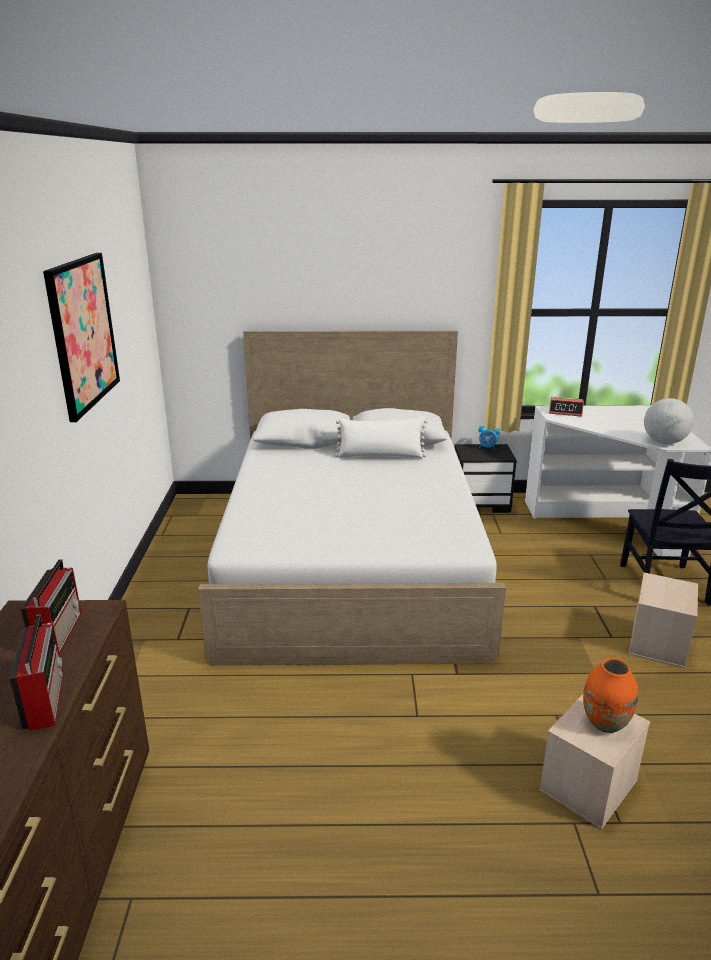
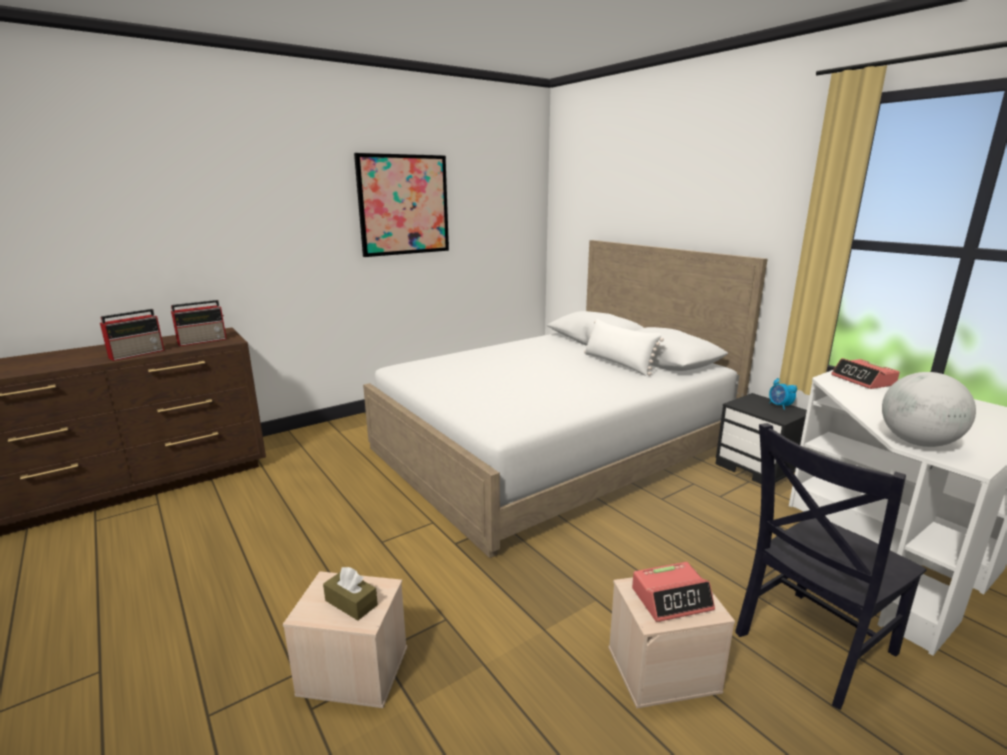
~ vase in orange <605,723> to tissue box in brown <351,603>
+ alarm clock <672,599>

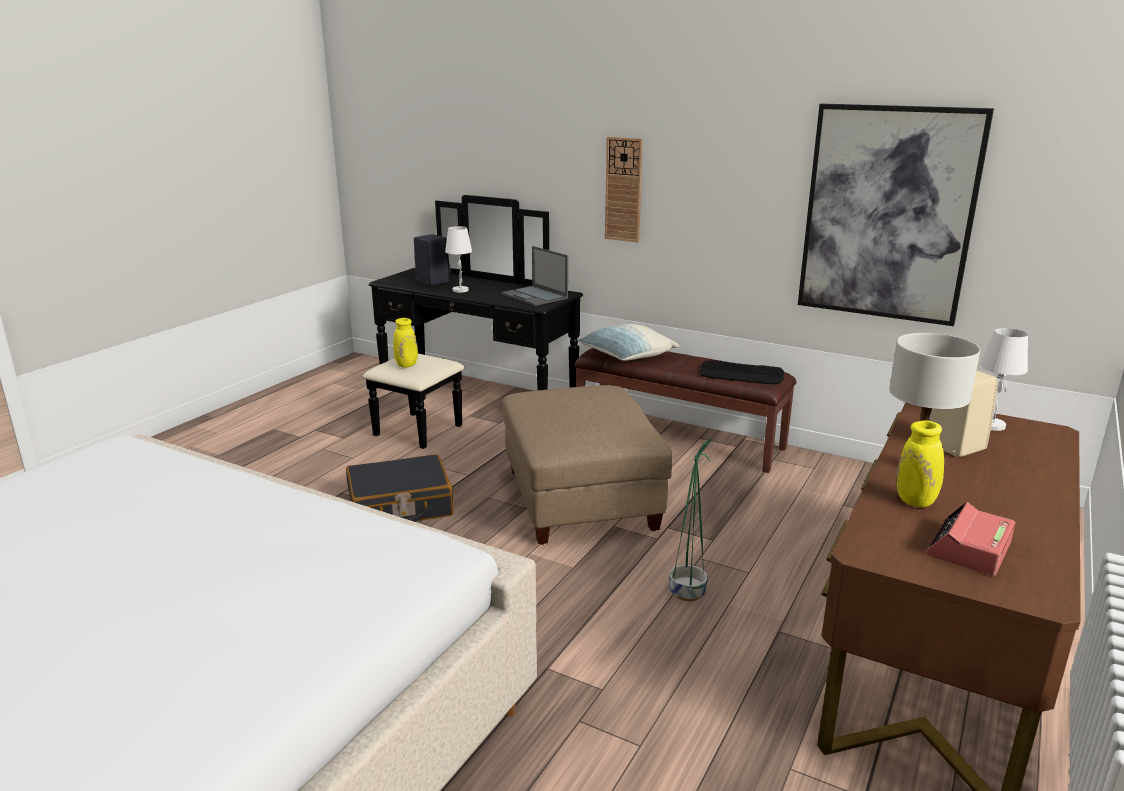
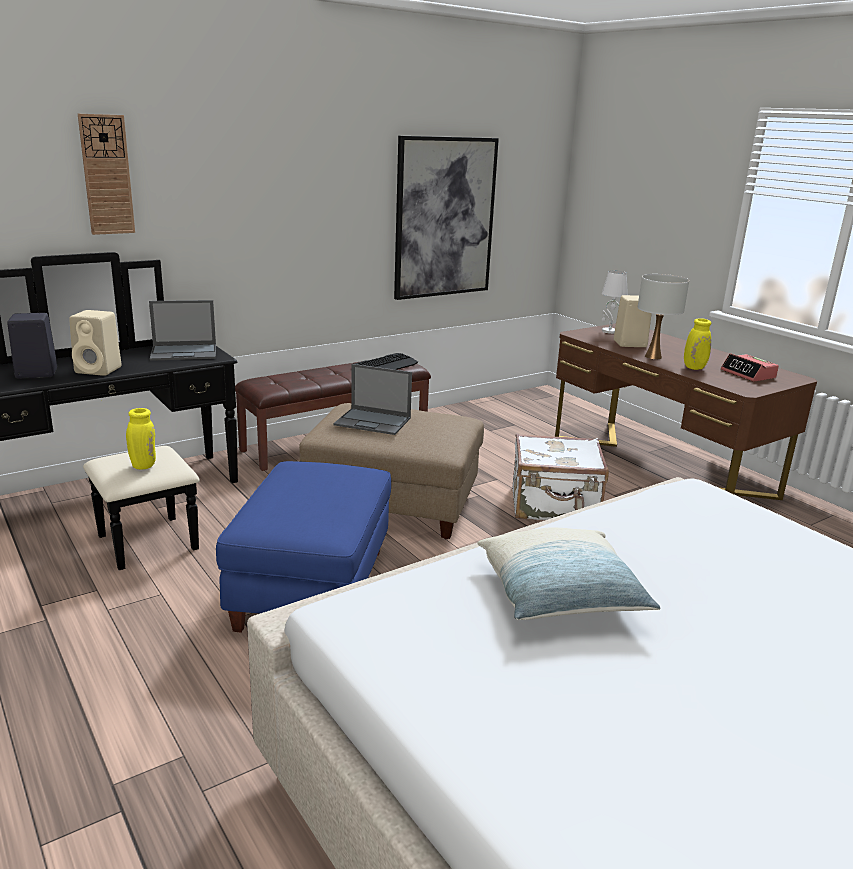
~ suitcase in black <400,506> to ottoman in blue <311,588>
~ table lamp in white <461,290> to speaker in beige <100,370>
~ pillow <626,356> to <561,596>
~ wall clock <623,189> to <107,175>
~ planter in green <688,592> to suitcase in white <554,506>
+ laptop <373,422>

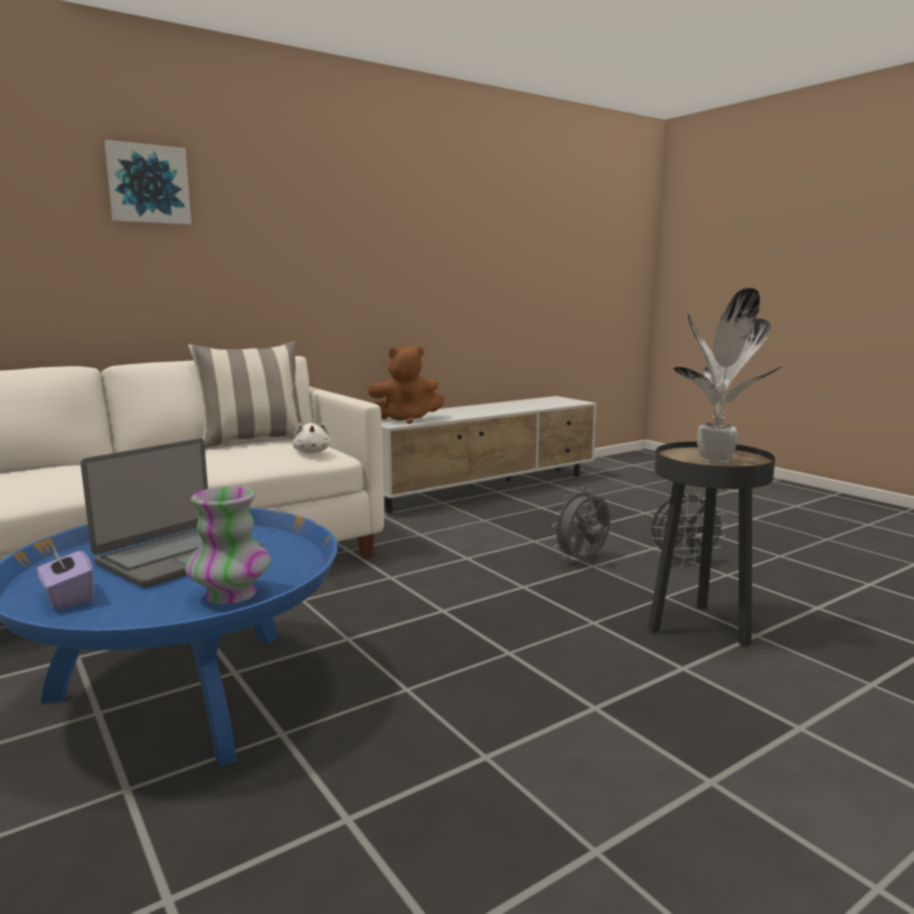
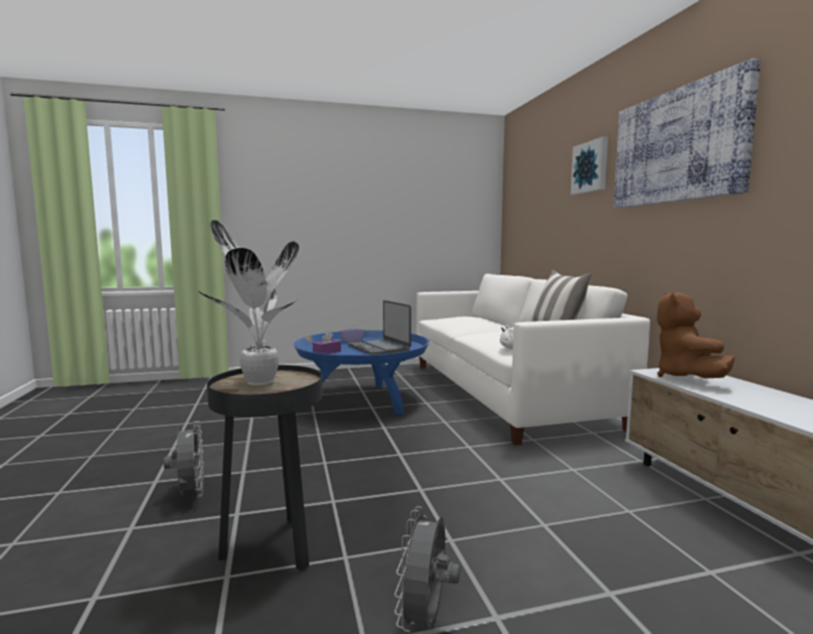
~ vase <230,595> to tissue box in purple <327,352>
~ fan in grey <582,561> to <190,494>
+ picture <679,146>

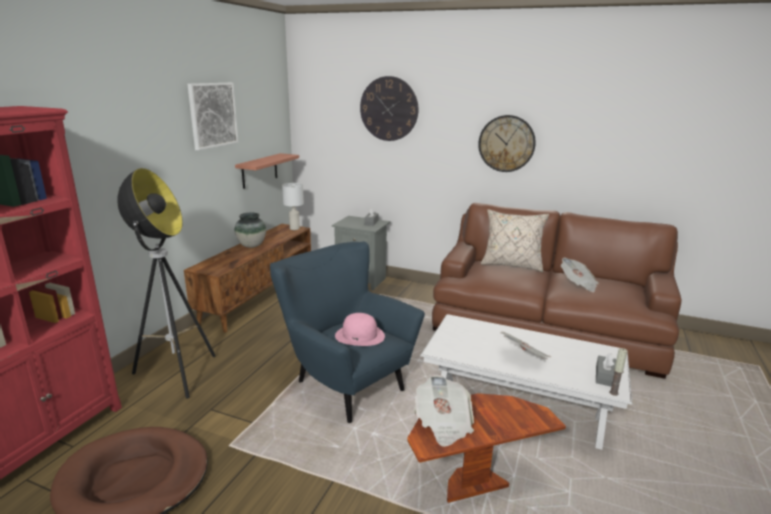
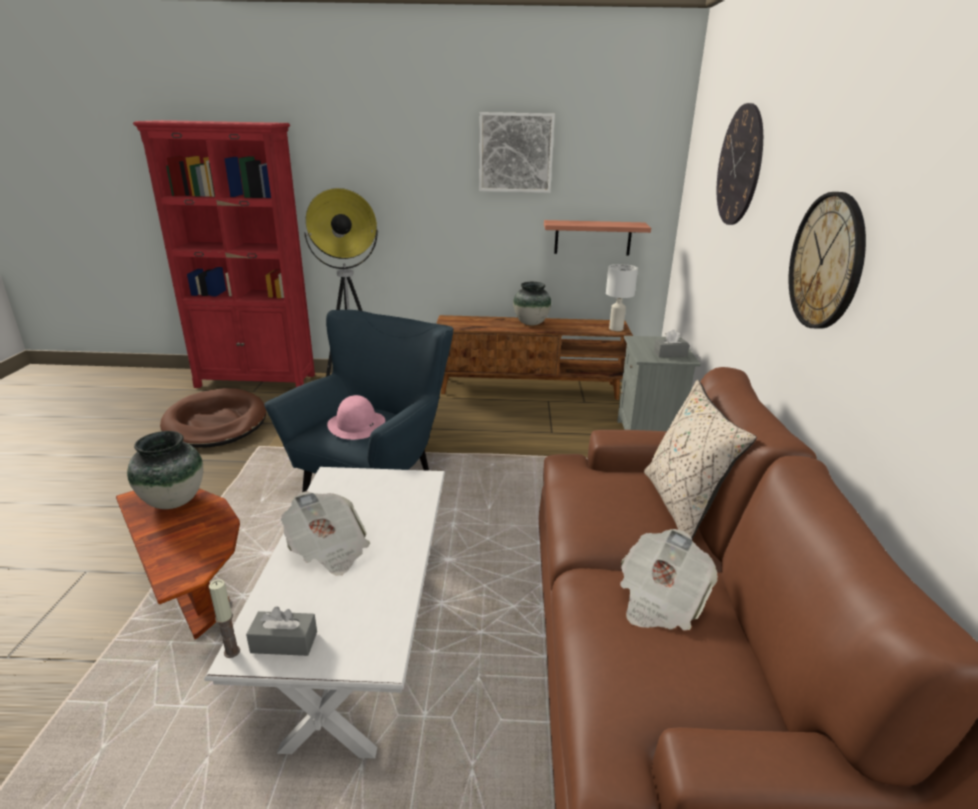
~ newspaper <443,424> to vase <173,501>

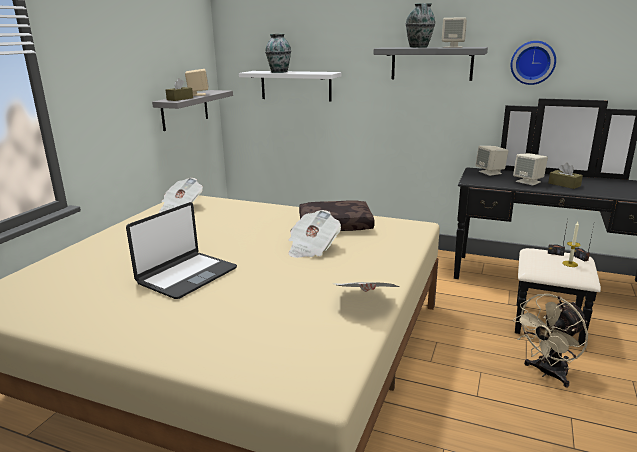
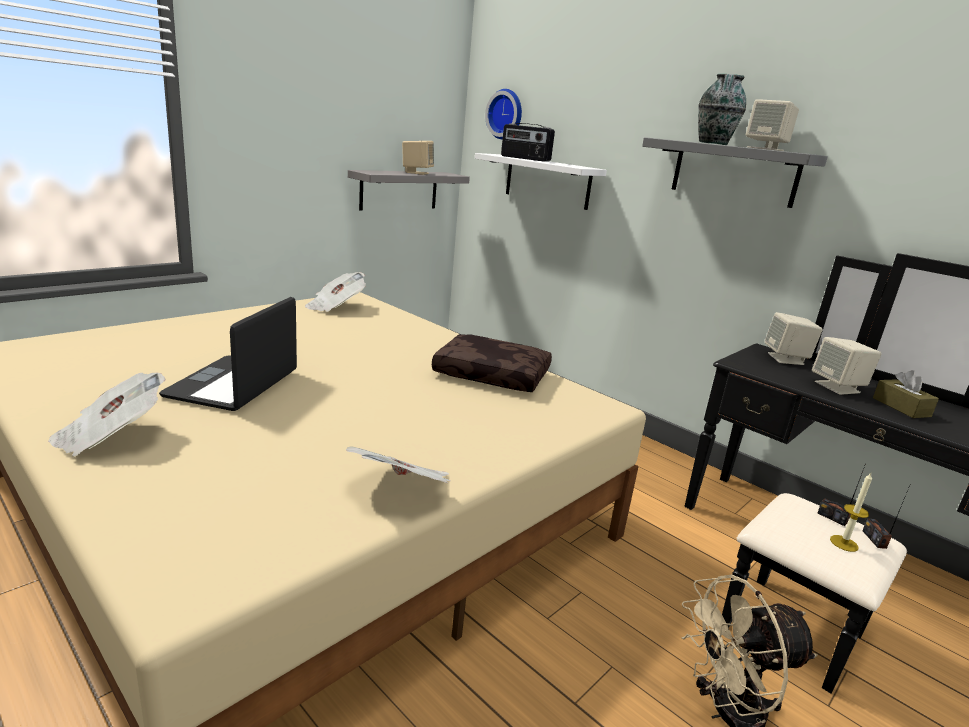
~ laptop <186,276> = <234,385> 135 degrees clockwise
- tissue box in brown <180,99>
~ vase <279,72> to radio <525,158>
~ newspaper <312,248> to <110,437>
~ wall clock <533,62> to <506,114>

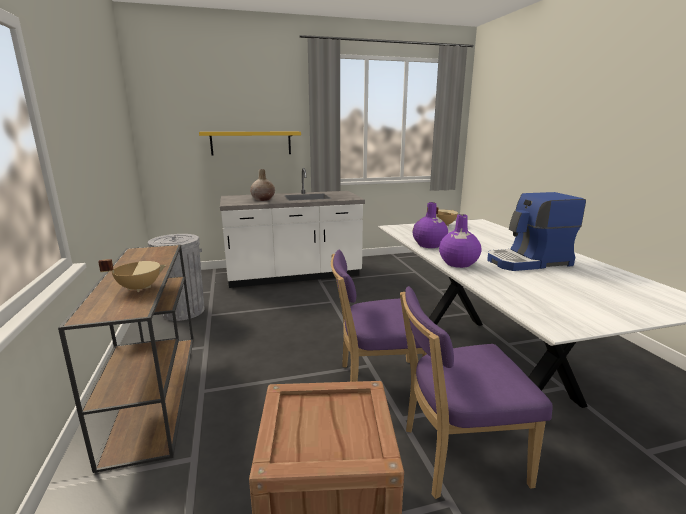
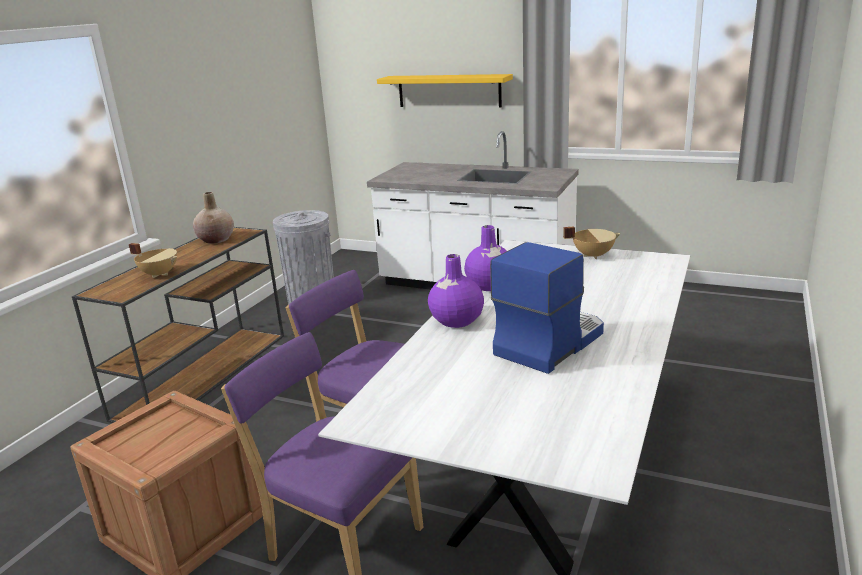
~ vase in beige <263,199> to <216,239>
~ coffee machine <529,262> = <549,343> 105 degrees clockwise

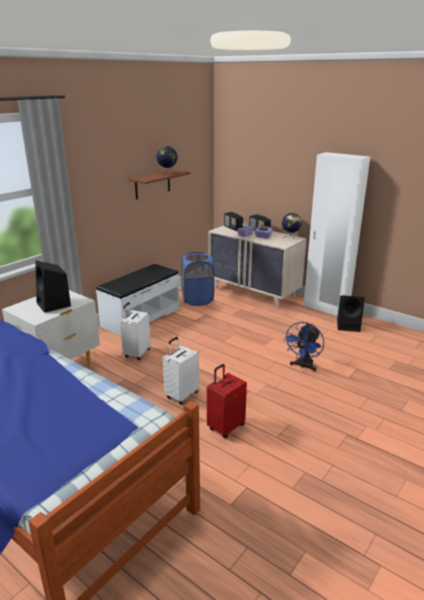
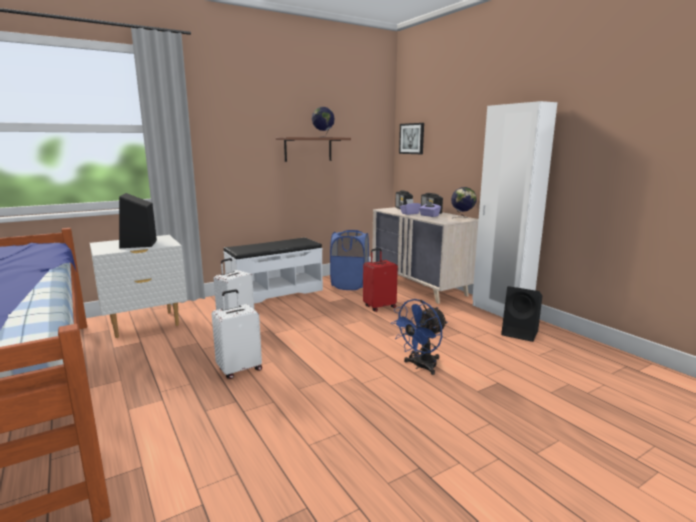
~ suitcase in red <225,427> to <379,307>
+ picture <412,138>

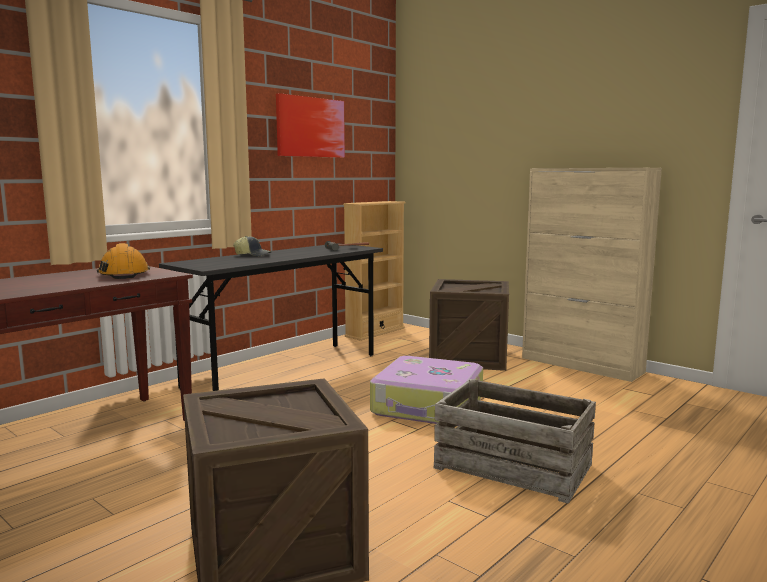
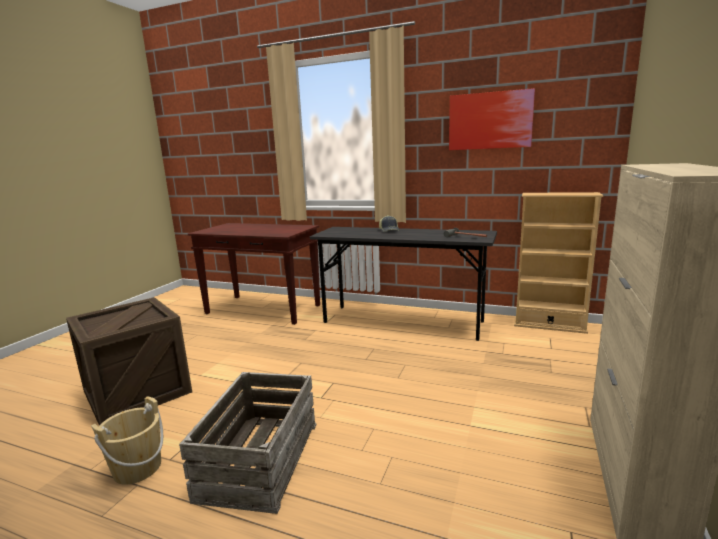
- hard hat in orange <124,274>
- suitcase <428,406>
- crate <469,357>
+ bucket in beige <137,468>

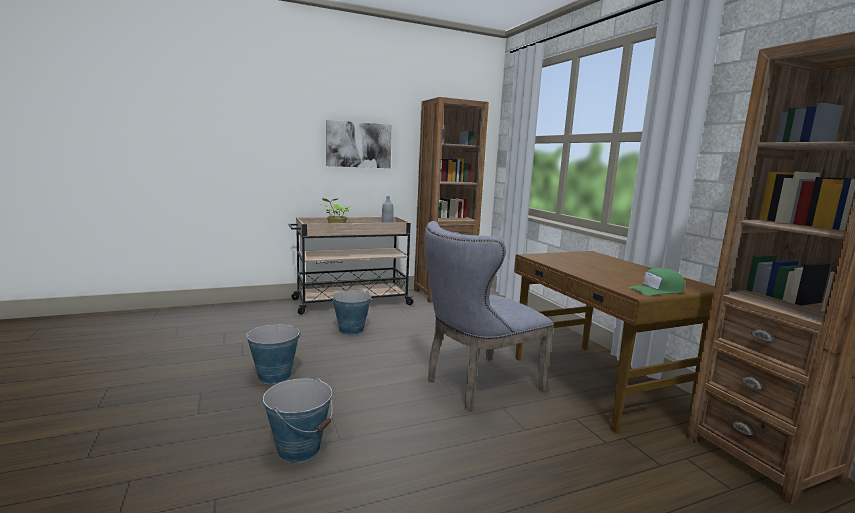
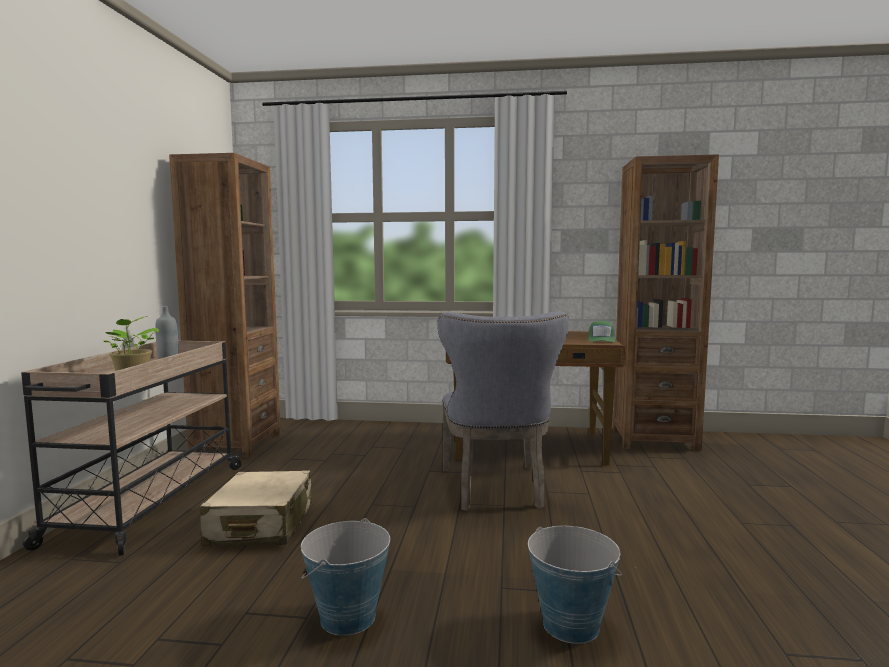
- picture <359,145>
~ bucket <351,330> to suitcase in beige <261,525>

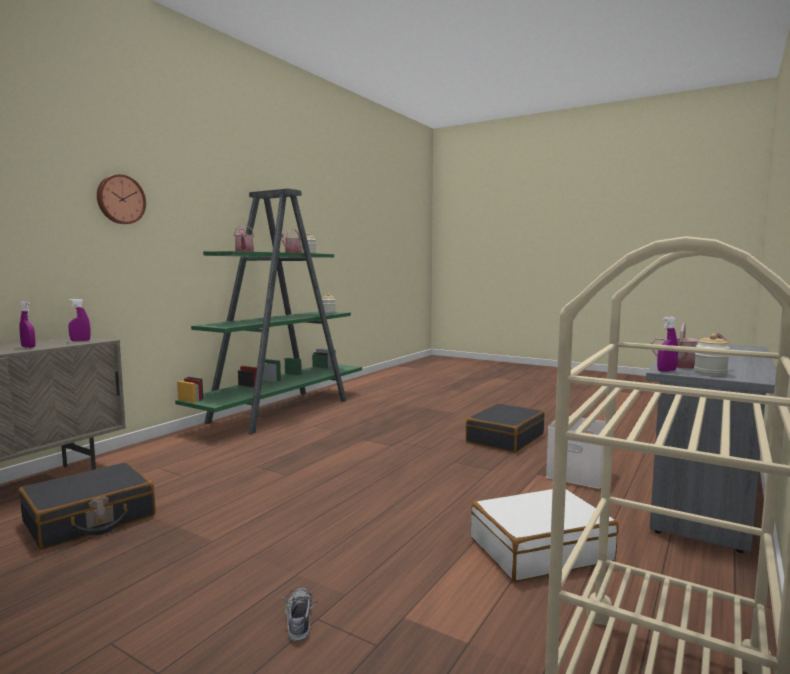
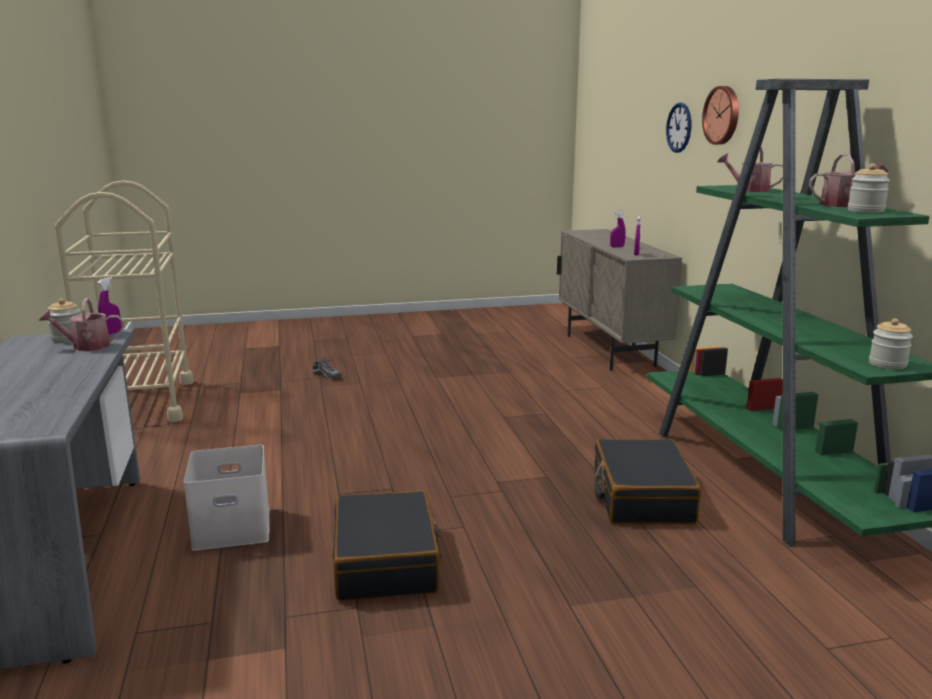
~ suitcase in black <90,519> to <641,497>
- suitcase in white <539,549>
+ wall clock <679,127>

